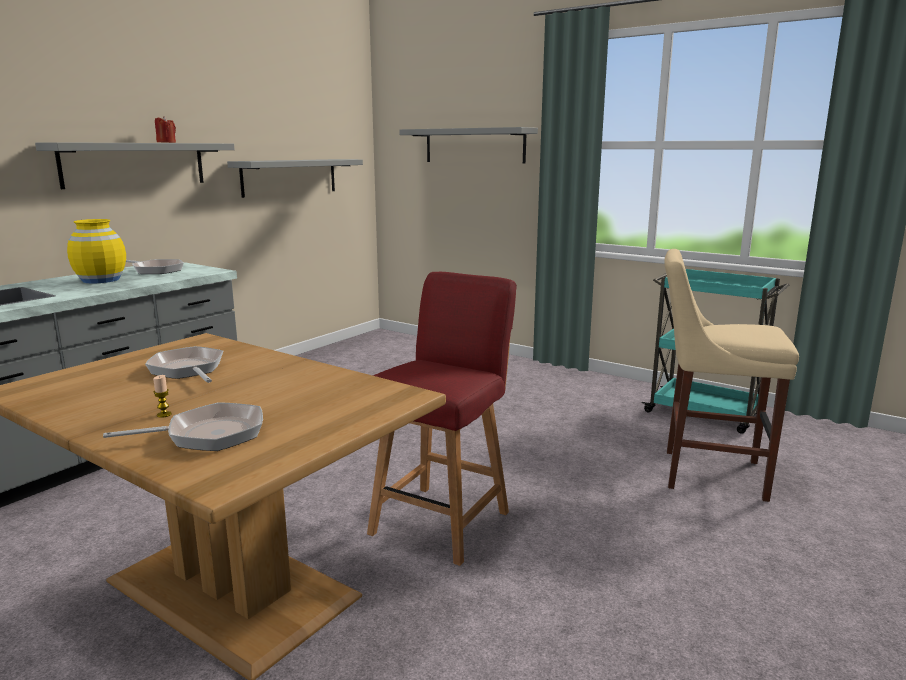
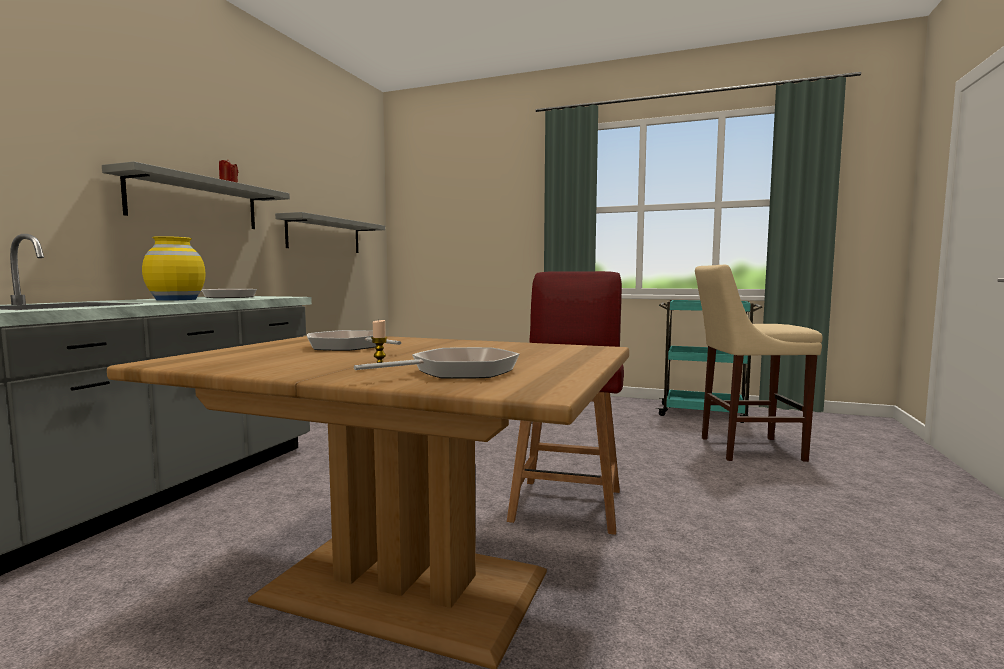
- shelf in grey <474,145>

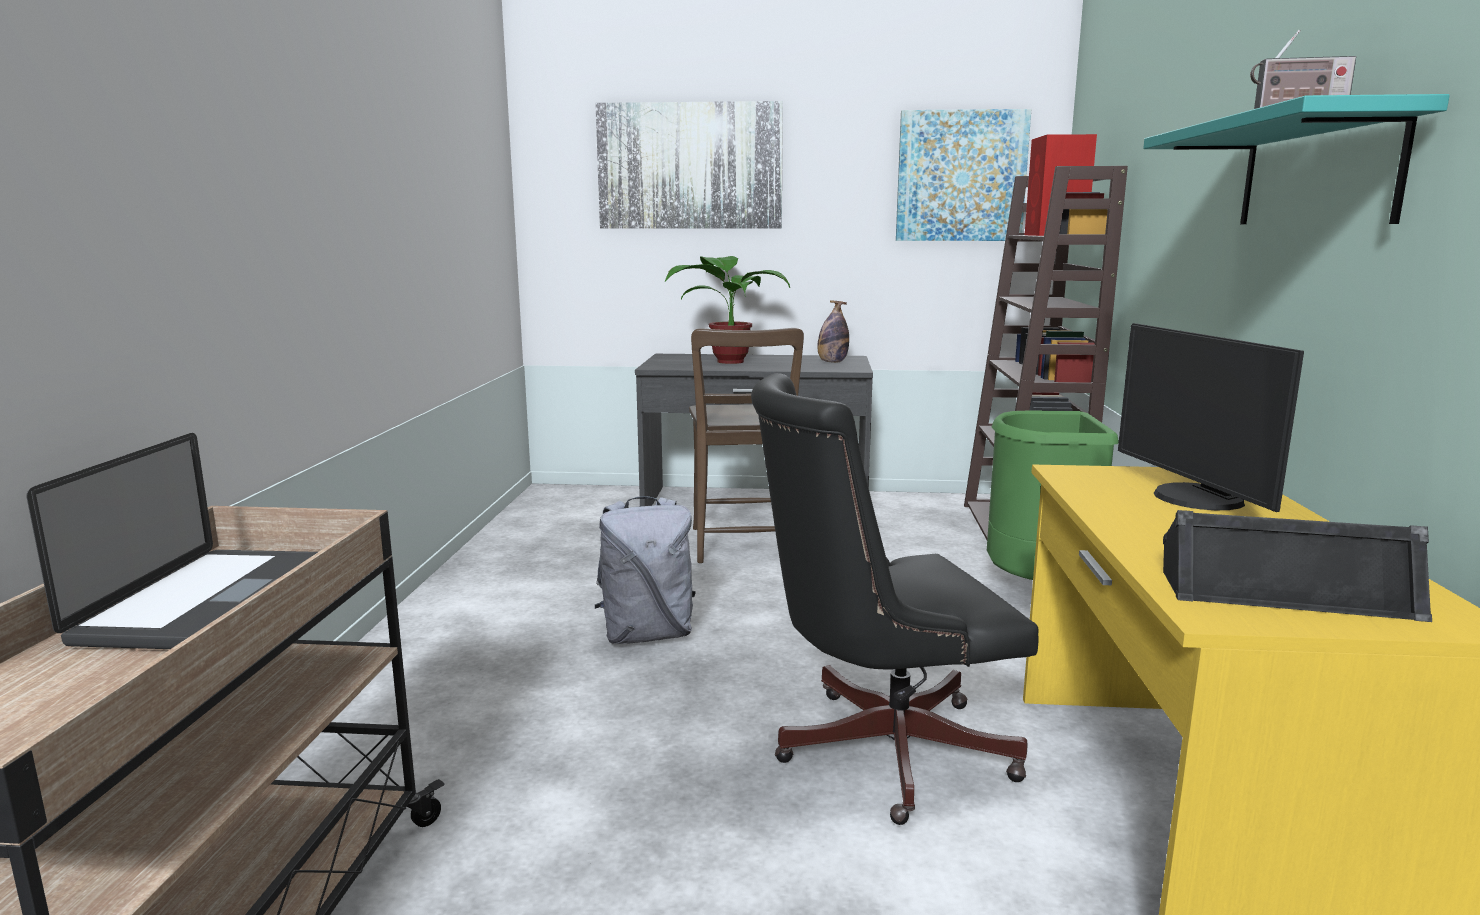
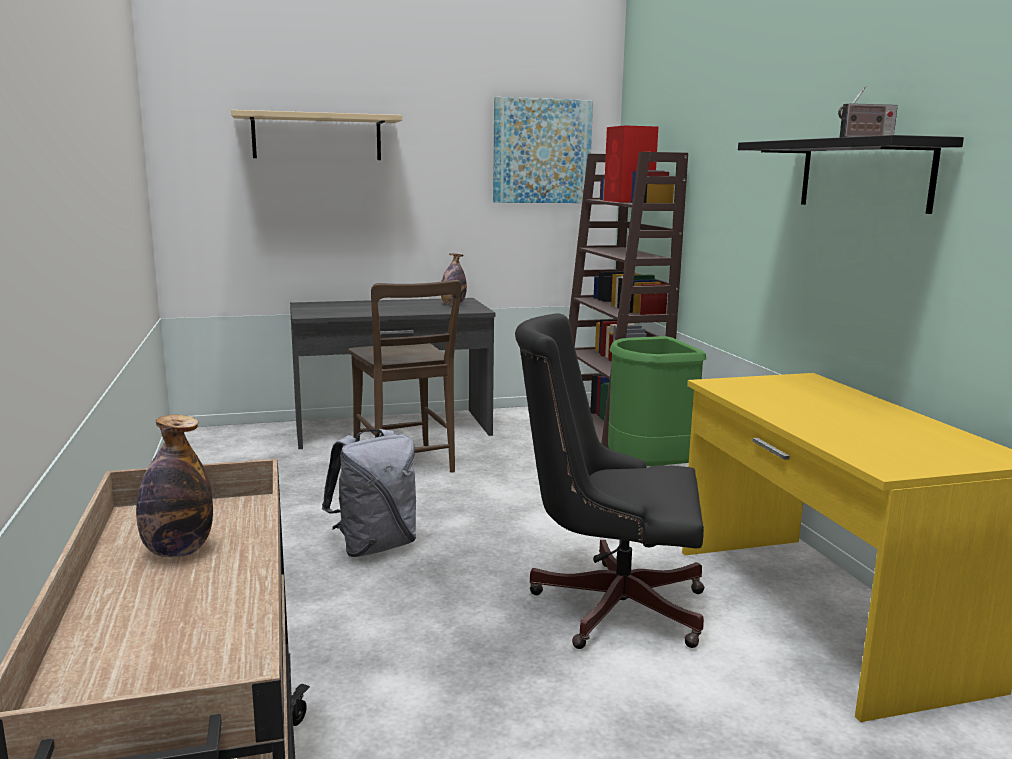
~ laptop <208,601> to bottle <177,551>
~ picture <690,166> to shelf in beige <317,137>
- potted plant <727,361>
~ office chair in black <878,751> = <607,604> 45 degrees clockwise
- monitor <1194,498>
~ shelf in turquoise <1316,172> to shelf in black <864,175>
- speaker in black <1284,591>

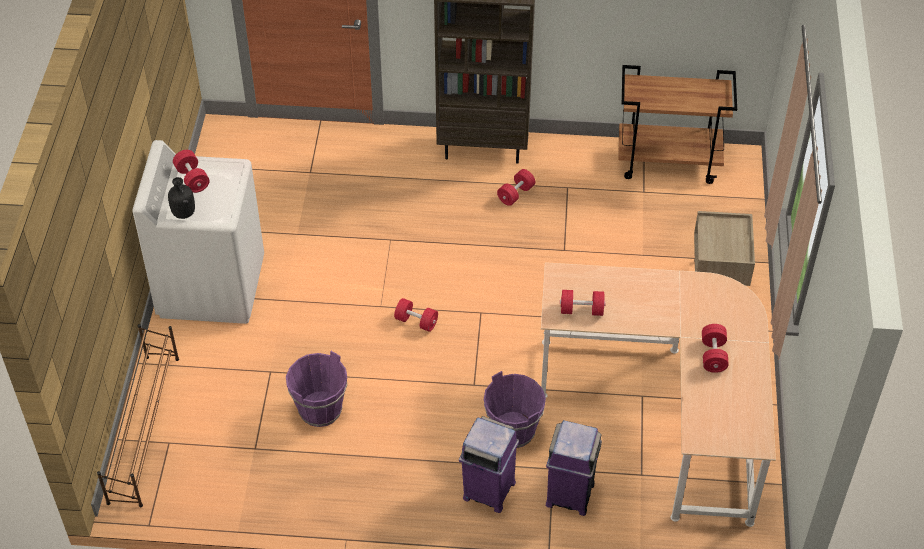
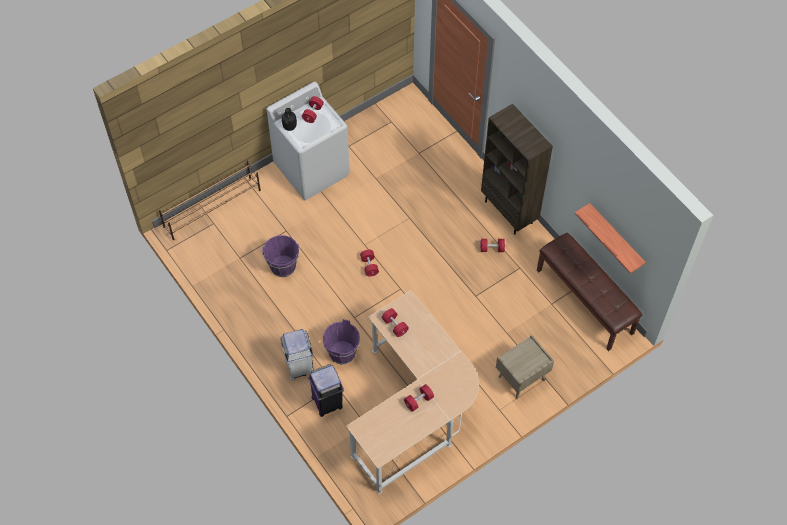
~ trash can in purple <488,490> to trash can in white <299,366>
~ cart in brown <669,161> to bench in brown <585,301>
+ shelf <615,238>

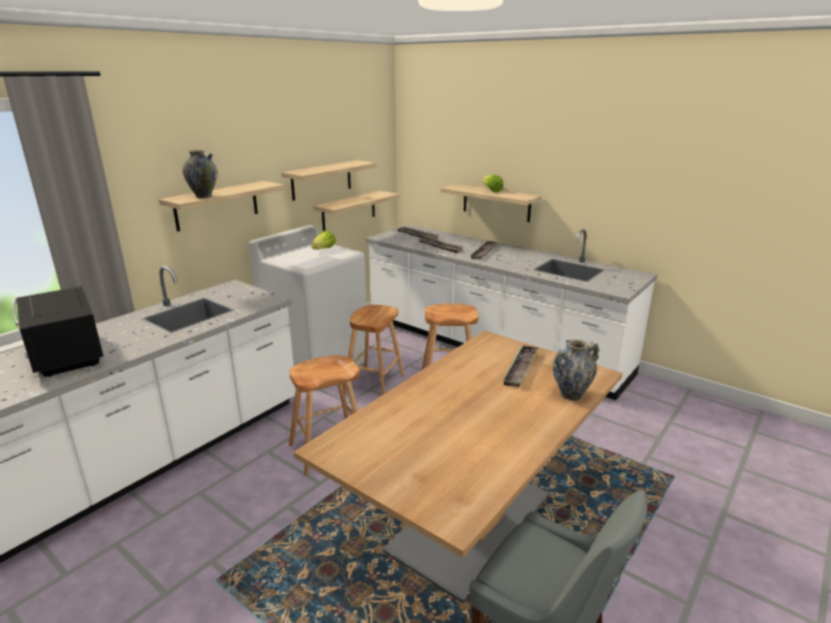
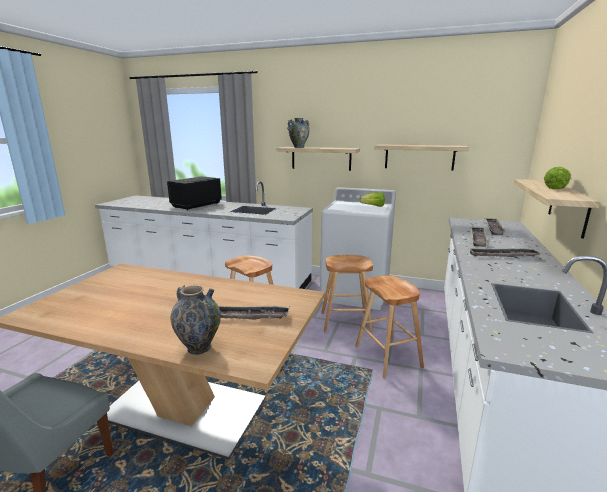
- shelf <349,210>

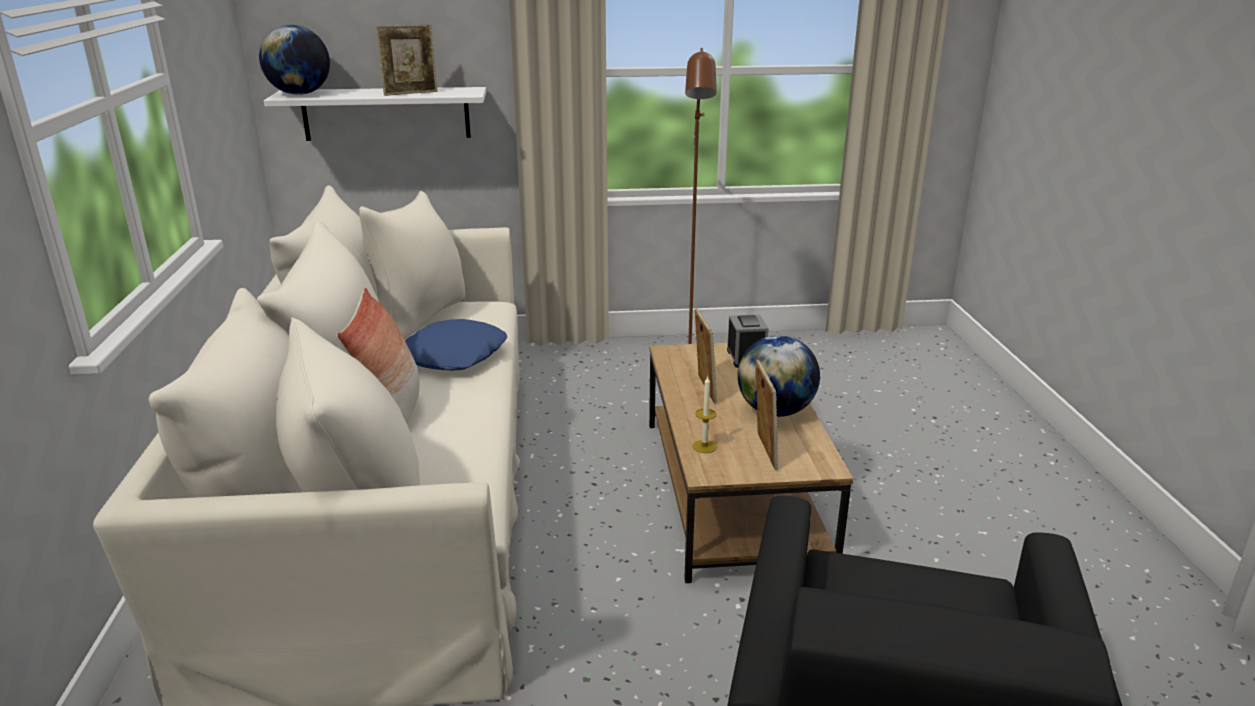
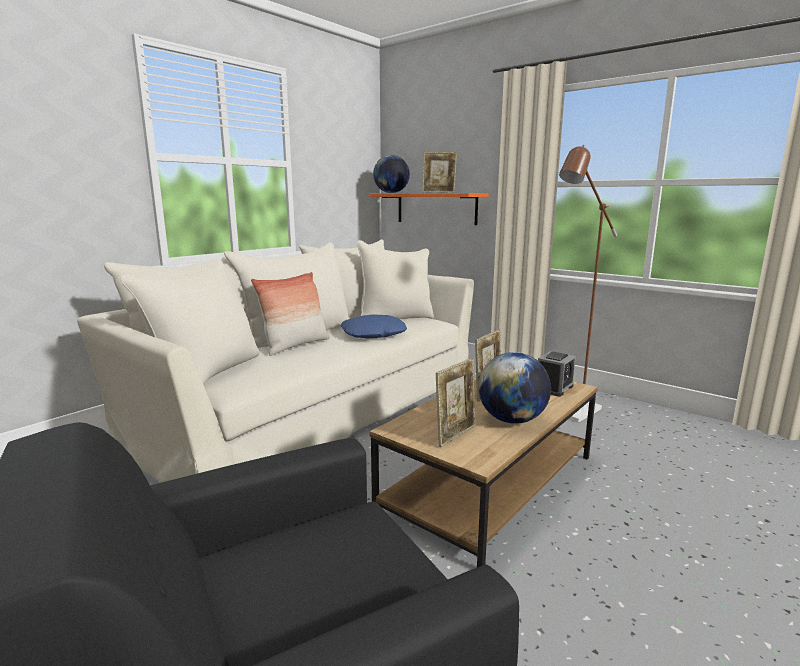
~ shelf in white <386,113> to shelf in orange <436,208>
- candle <704,446>

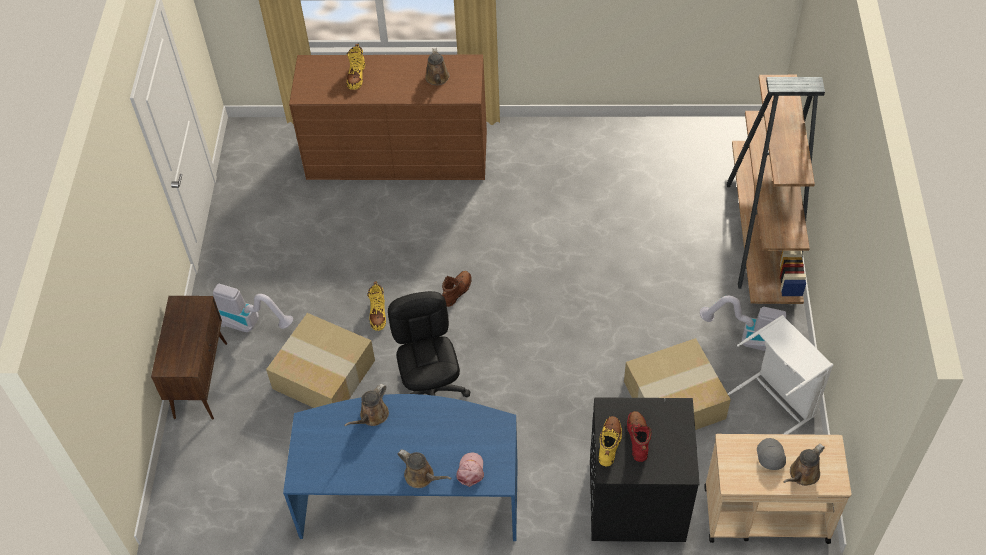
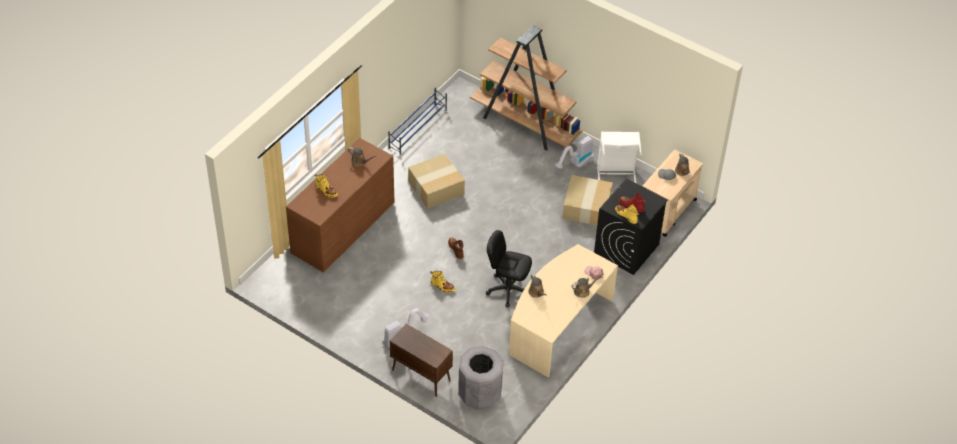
~ cardboard box <322,375> to <435,188>
~ desk in blue <410,495> to desk in beige <558,325>
+ shoe rack in blue <418,128>
+ trash can in grey <479,395>

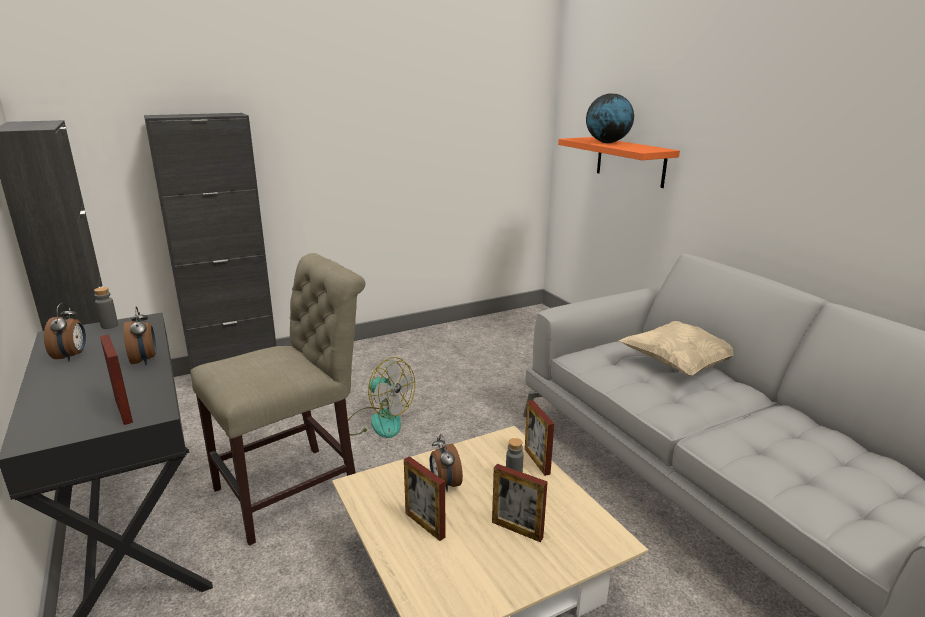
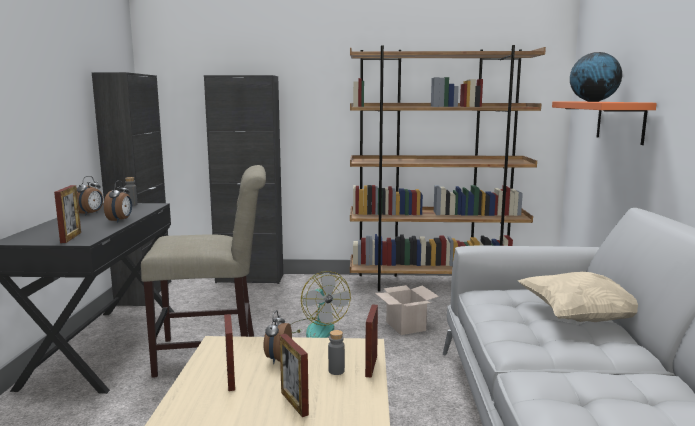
+ bookcase in brown <436,283>
+ cardboard box <404,326>

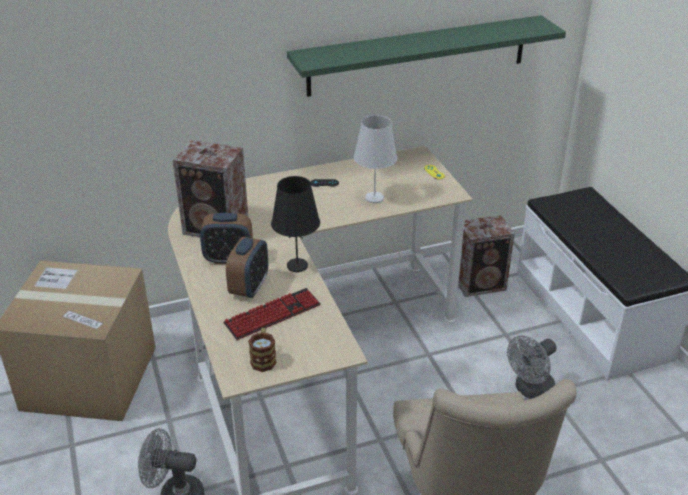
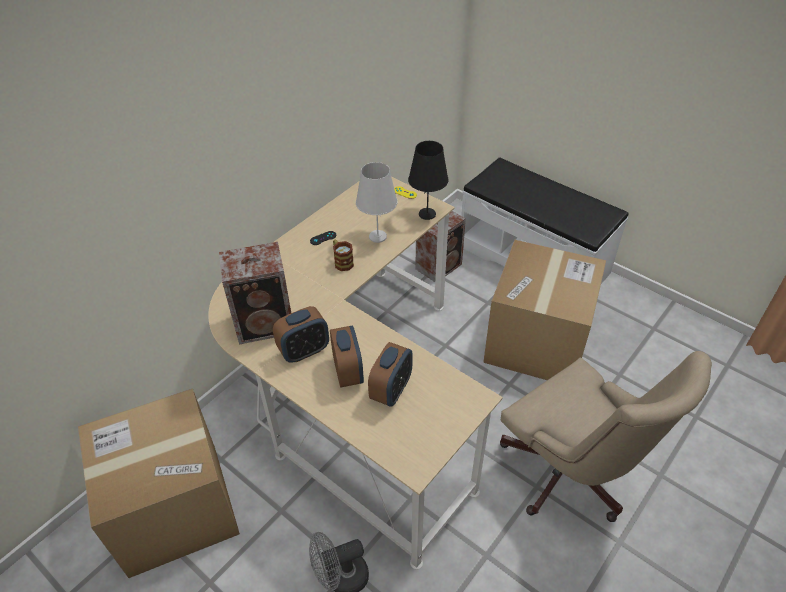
~ keyboard <272,315> to alarm clock <391,390>
~ mug <263,358> to <342,261>
~ table lamp in black <297,265> to <426,214>
- shelf in green <418,55>
~ fan in grey <530,390> to cardboard box <537,342>

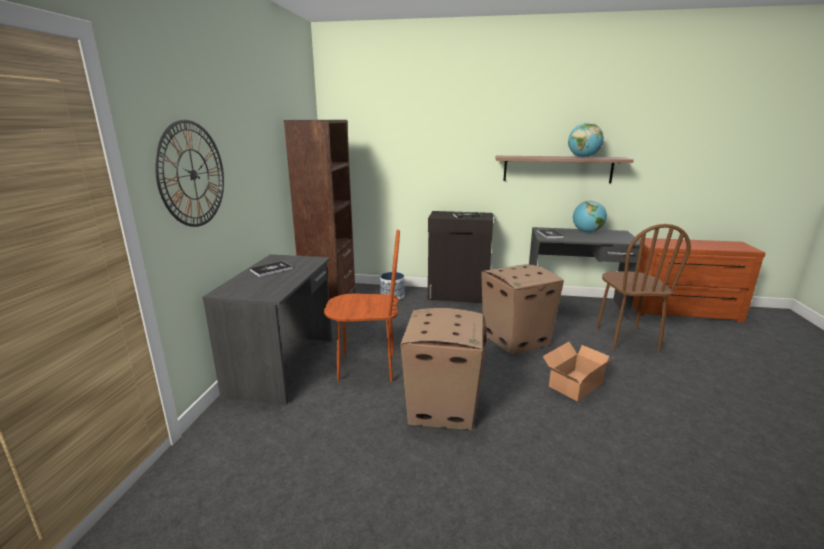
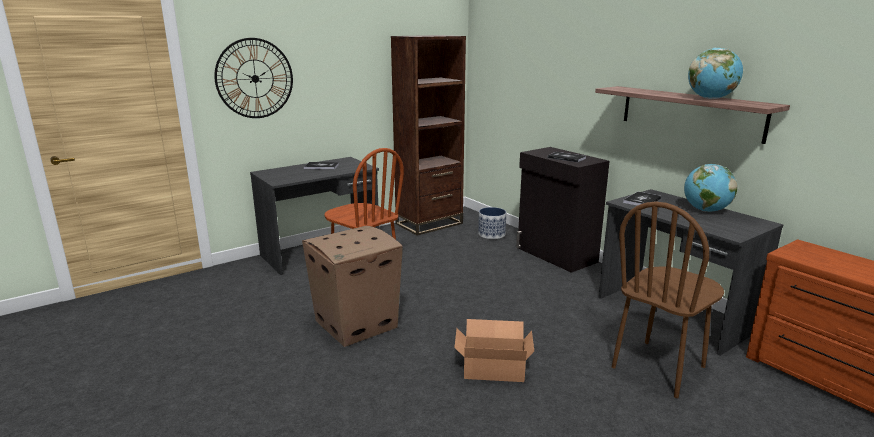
- cardboard box <516,339>

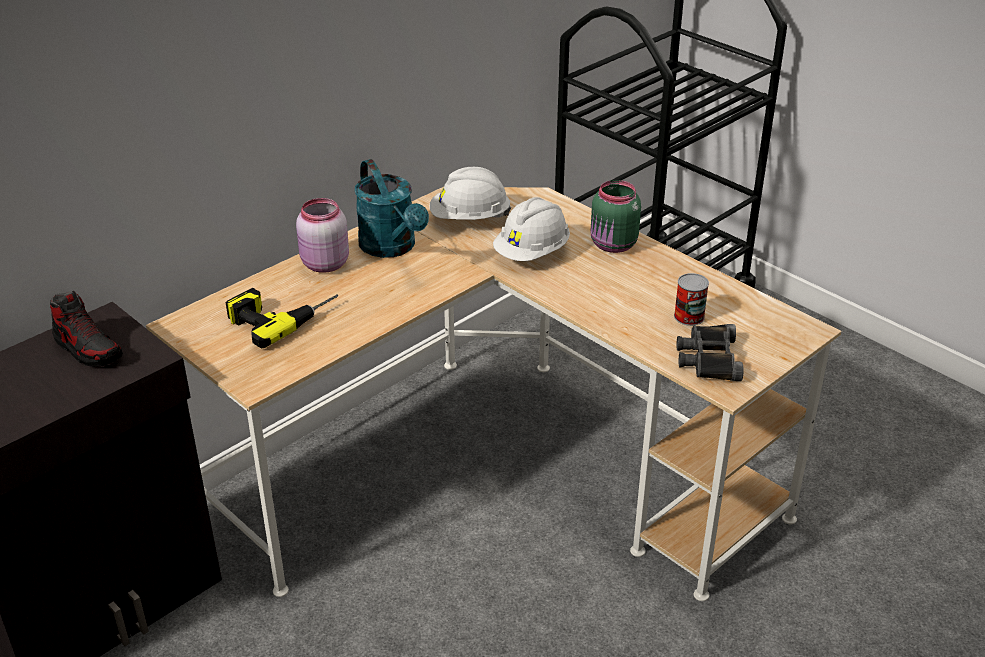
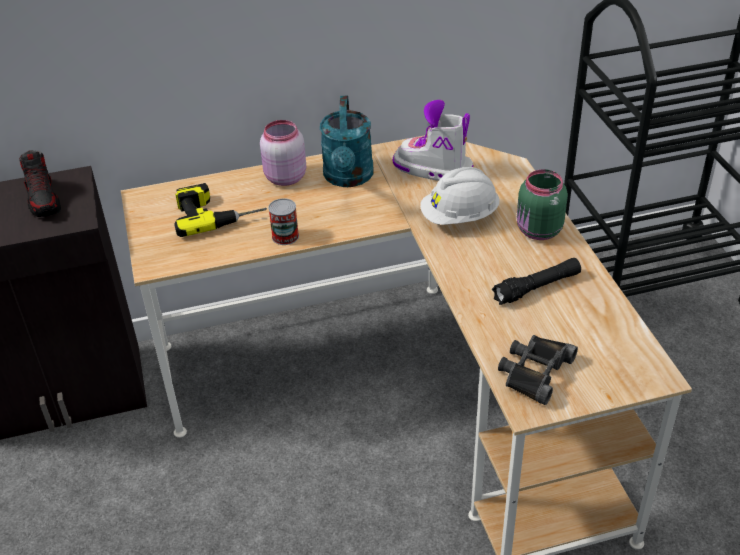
~ hard hat in white <469,219> to boot <432,169>
~ can <689,316> to <285,236>
+ flashlight in black <537,288>

